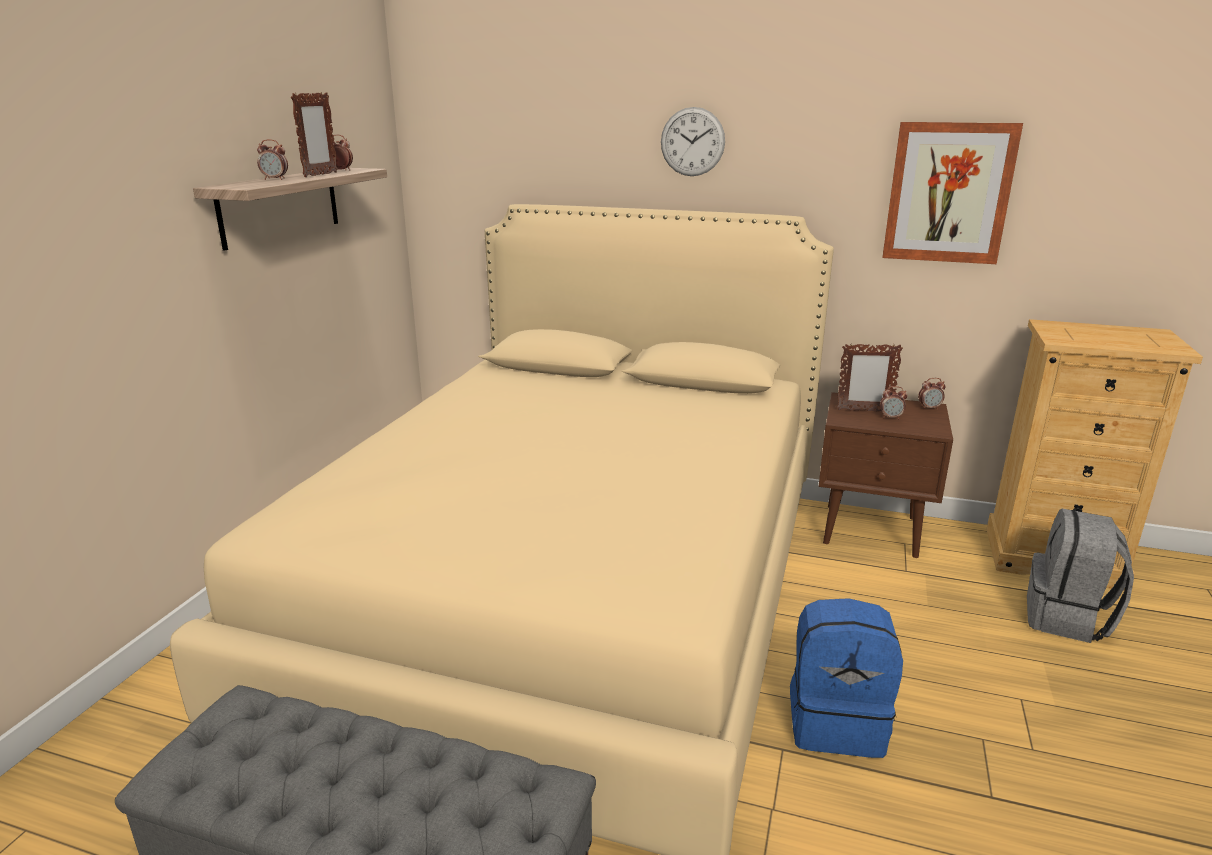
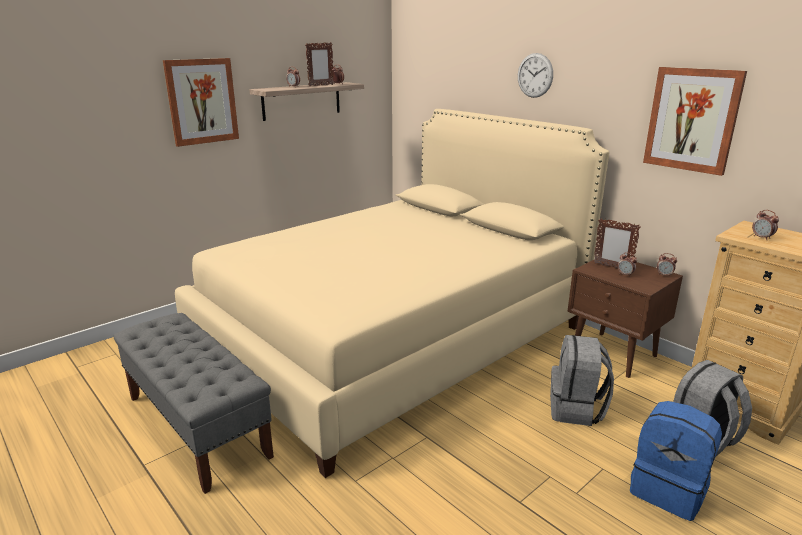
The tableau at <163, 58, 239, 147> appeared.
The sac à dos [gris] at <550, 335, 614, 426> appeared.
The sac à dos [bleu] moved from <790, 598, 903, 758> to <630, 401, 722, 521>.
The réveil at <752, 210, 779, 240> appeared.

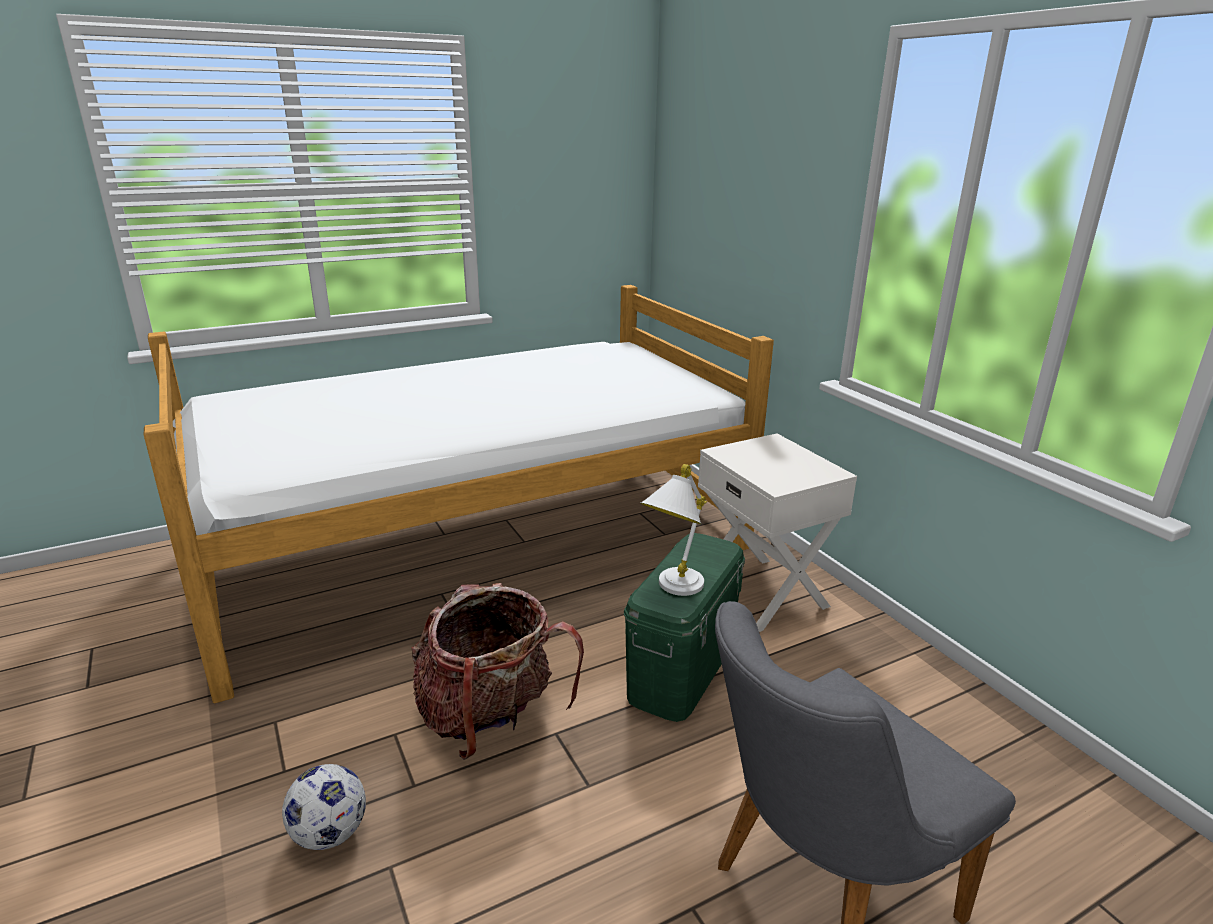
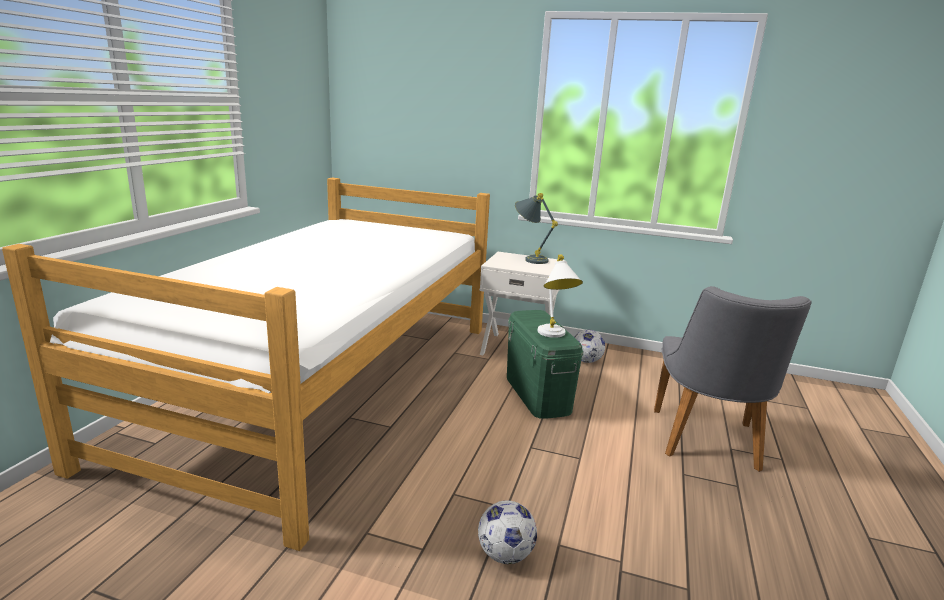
The lampe de table [gris] at <515, 193, 558, 264> appeared.
The ballon de foot at <574, 330, 605, 363> appeared.
The sac à dos at <412, 583, 584, 760> disappeared.

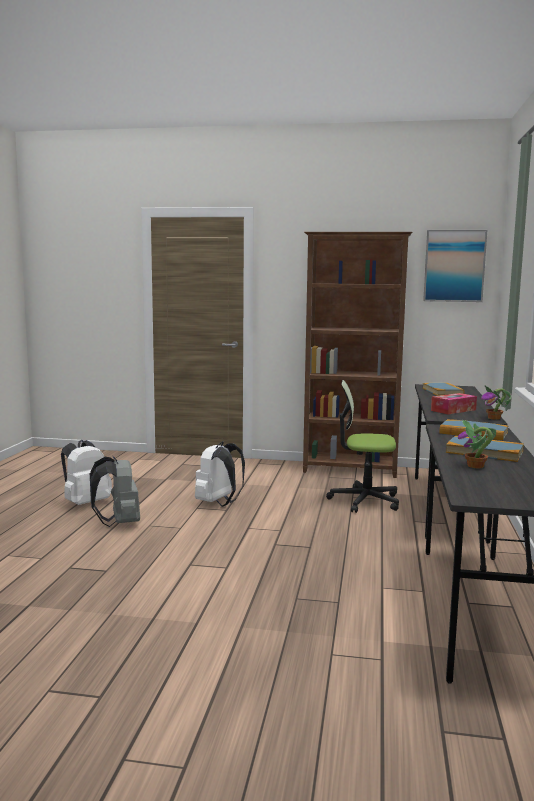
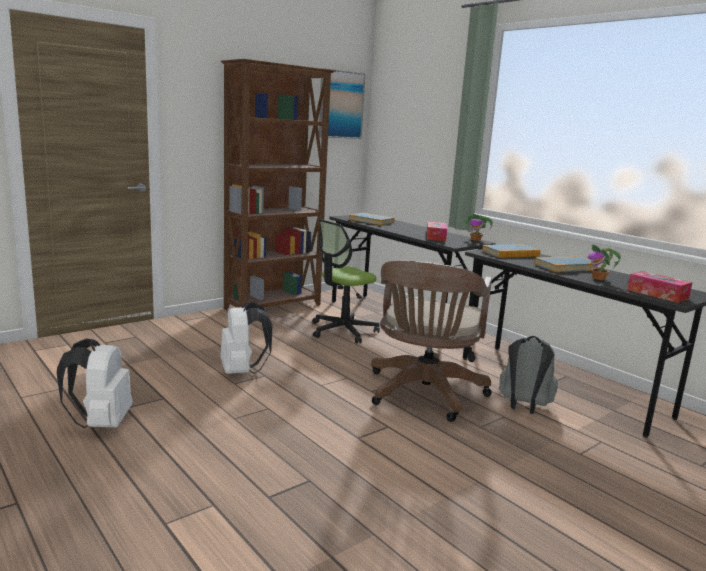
The chaise de bureau [marron] at <371, 260, 492, 422> appeared.
The sac à dos [gris] moved from <90, 456, 140, 527> to <499, 336, 558, 414>.
The boîte à mouchoirs at <627, 271, 693, 303> appeared.

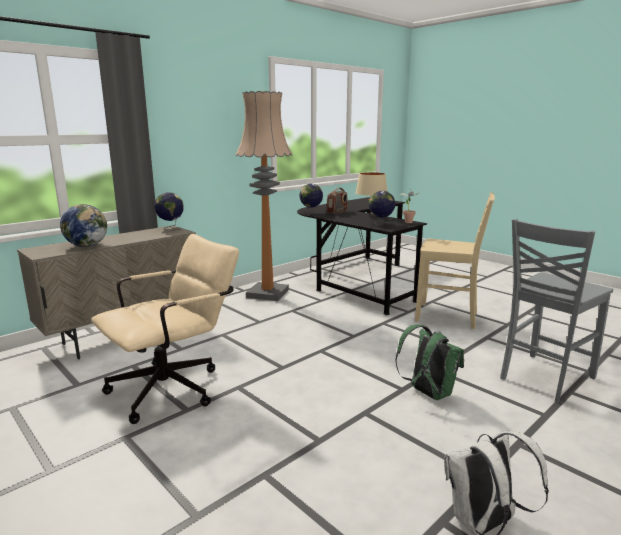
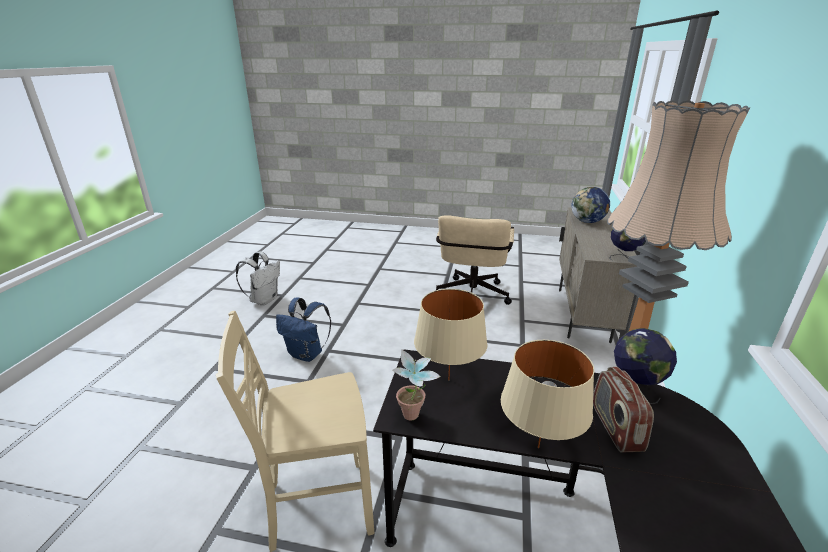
The sac à dos [vert] at <395, 325, 464, 400> became the sac à dos [bleu] at <276, 298, 331, 362>.
The globe at <369, 191, 395, 226> was replaced by the lampe de table [beige] at <414, 289, 488, 380>.
The chaise [gris] at <500, 219, 613, 403> disappeared.

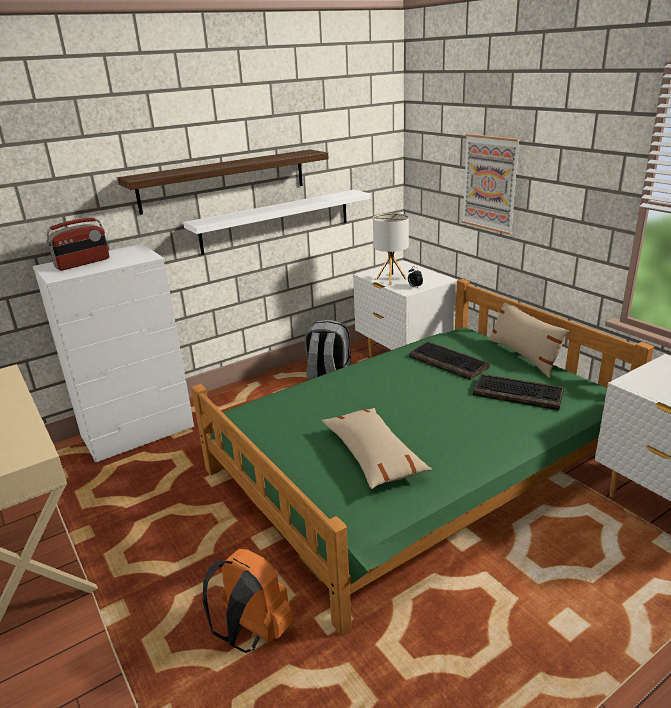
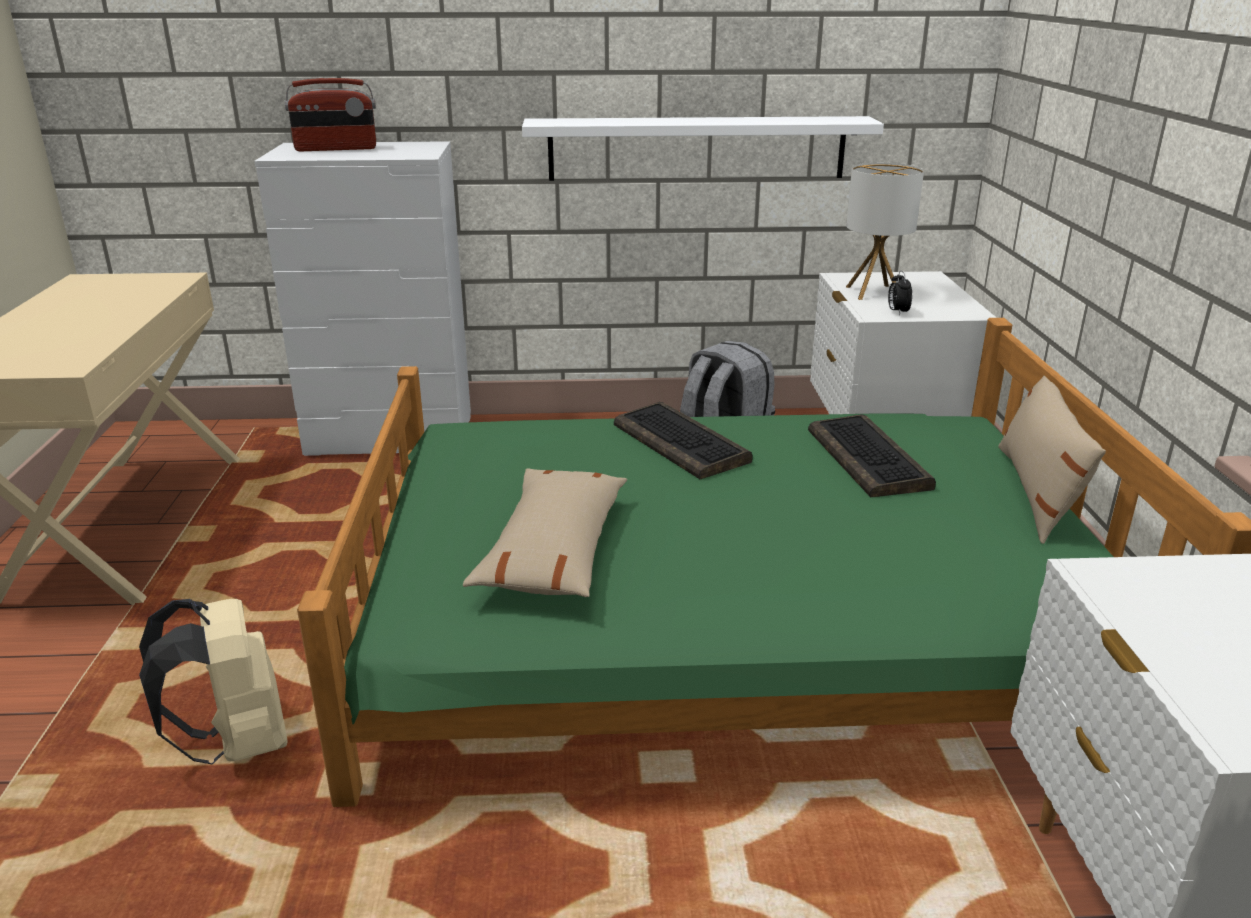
The sac à dos [orange] at <202, 549, 294, 653> became the sac à dos [beige] at <139, 599, 288, 764>.
The clavier moved from <473, 374, 564, 410> to <614, 402, 753, 479>.
The étagère at <118, 149, 329, 215> disappeared.
The tableau at <461, 134, 520, 235> disappeared.

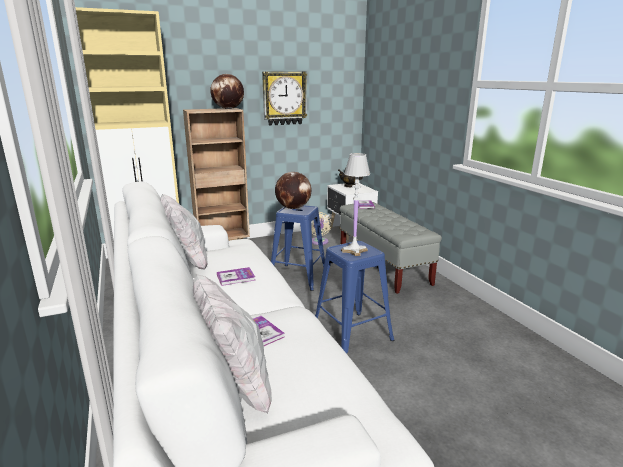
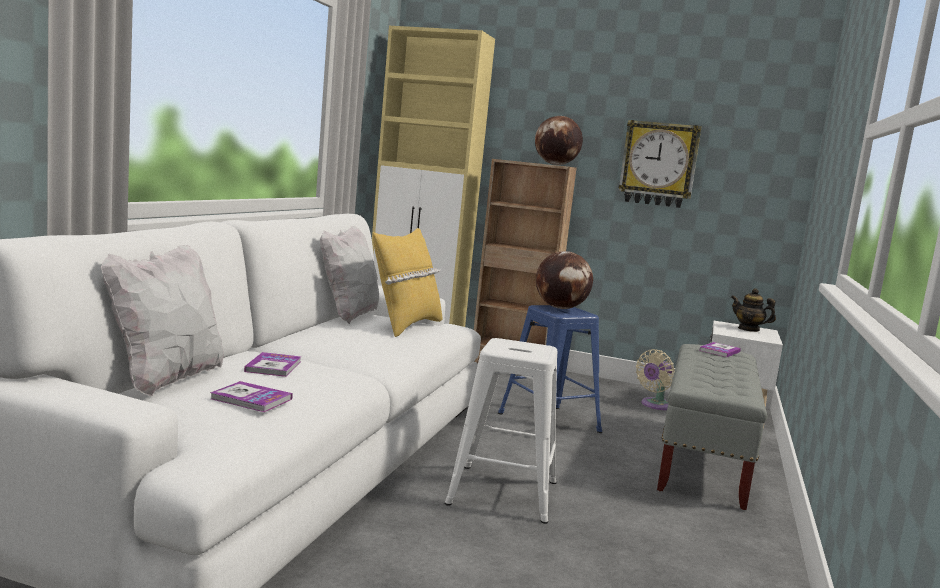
The livre moved from <217, 267, 255, 286> to <210, 381, 293, 412>.
The coussin [jaune] at <373, 228, 442, 337> appeared.
The tabouret [bleu] at <315, 241, 394, 354> became the tabouret [blanc] at <445, 338, 557, 524>.
The lampe de table [blanc] at <341, 153, 370, 256> disappeared.

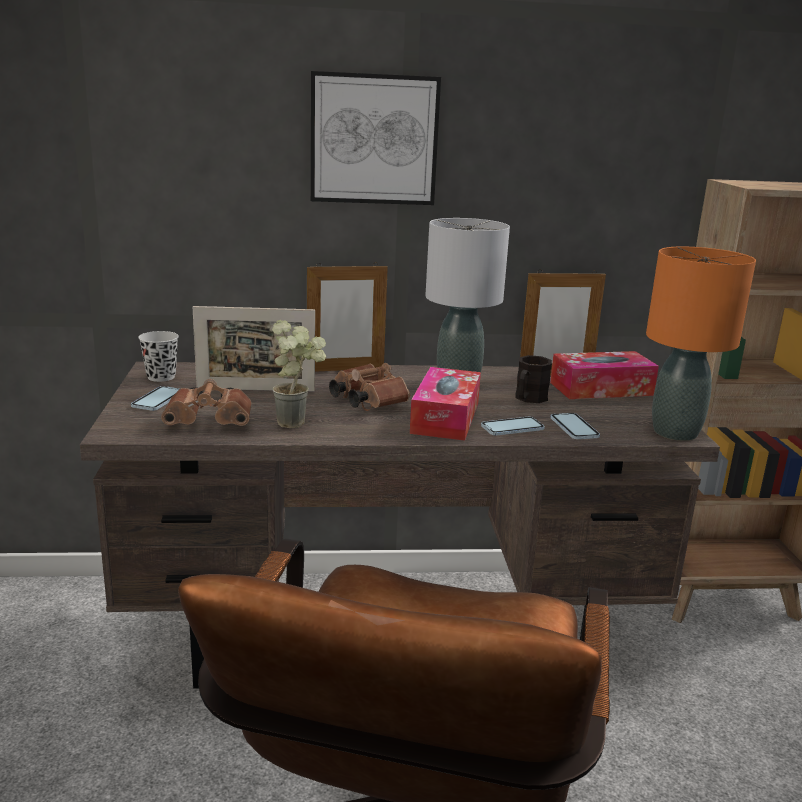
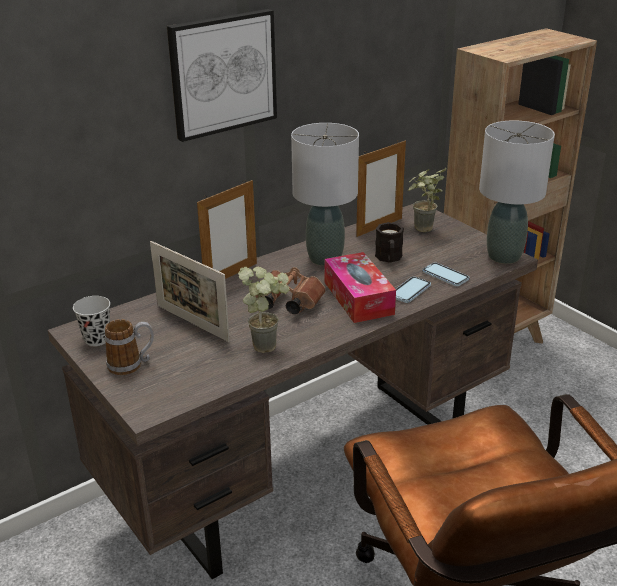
The téléphone at <131, 386, 180, 411> was replaced by the mug at <105, 319, 154, 375>.
The cadre photo at <193, 306, 315, 391> turned 75 degrees clockwise.
The boîte à mouchoirs at <550, 351, 659, 399> was replaced by the plante en pot at <408, 168, 447, 232>.
The lampe de table [orange] at <646, 247, 756, 441> became the lampe de table [gris] at <479, 120, 555, 264>.
The jumelles [marron] at <161, 379, 252, 426> disappeared.

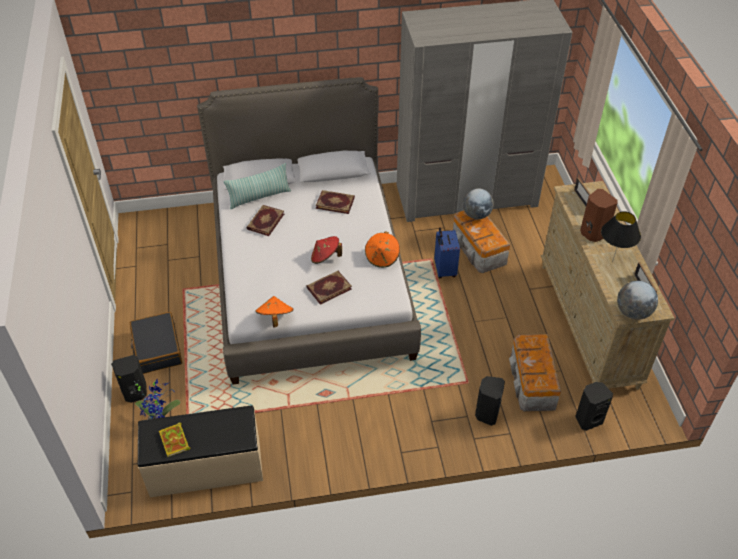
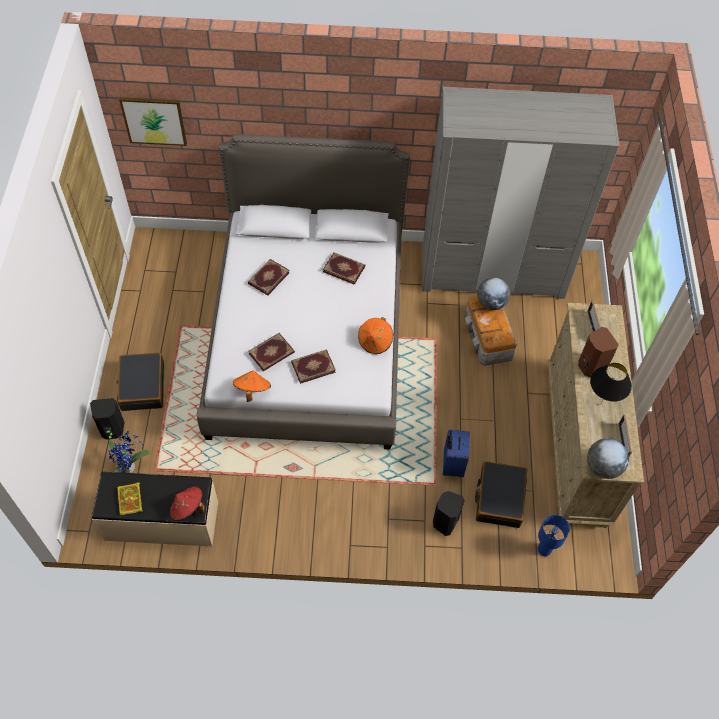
The tableau at <119, 97, 187, 146> appeared.
The chapeau [rouge] moved from <311, 236, 342, 264> to <170, 486, 204, 521>.
The livre at <248, 333, 295, 371> appeared.
The valise [bleu] moved from <434, 228, 460, 278> to <443, 430, 470, 477>.
The boîte de rangement at <509, 334, 561, 412> was replaced by the valise [noir] at <475, 461, 527, 528>.
The enceinte [noir] at <575, 382, 613, 431> was replaced by the lampe de table [bleu] at <538, 515, 570, 556>.
The coussin at <224, 163, 291, 209> disappeared.

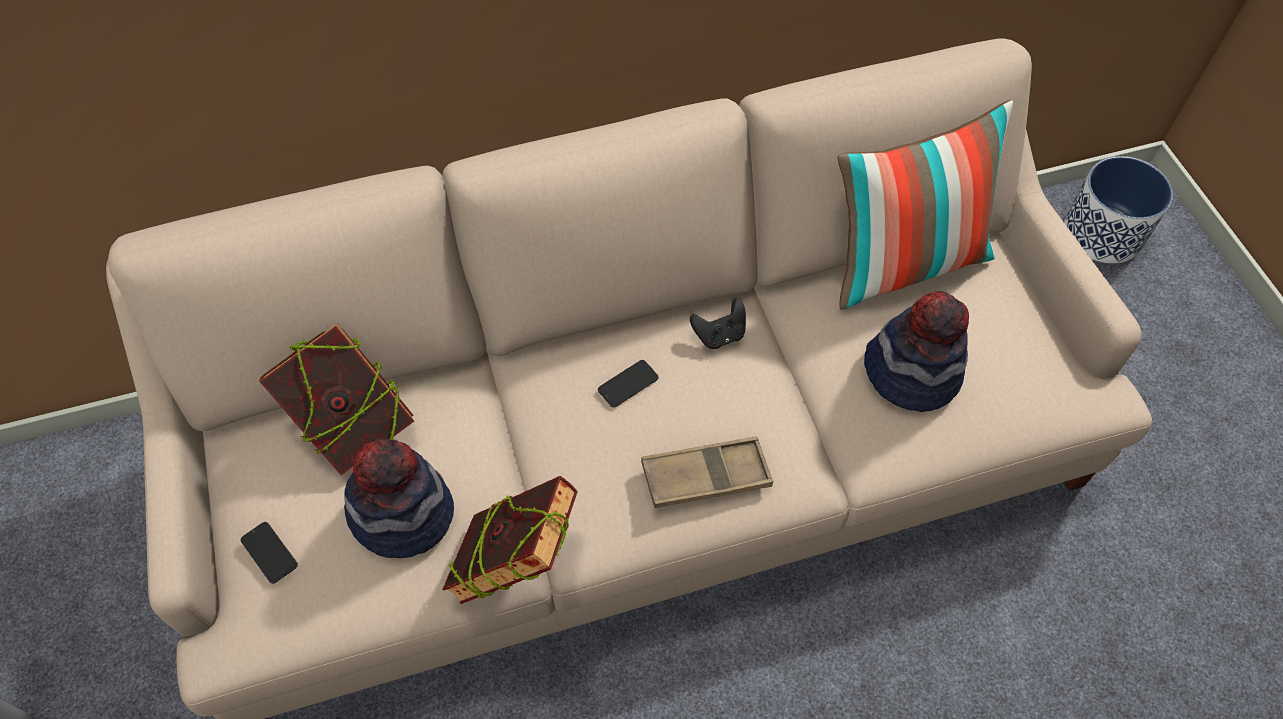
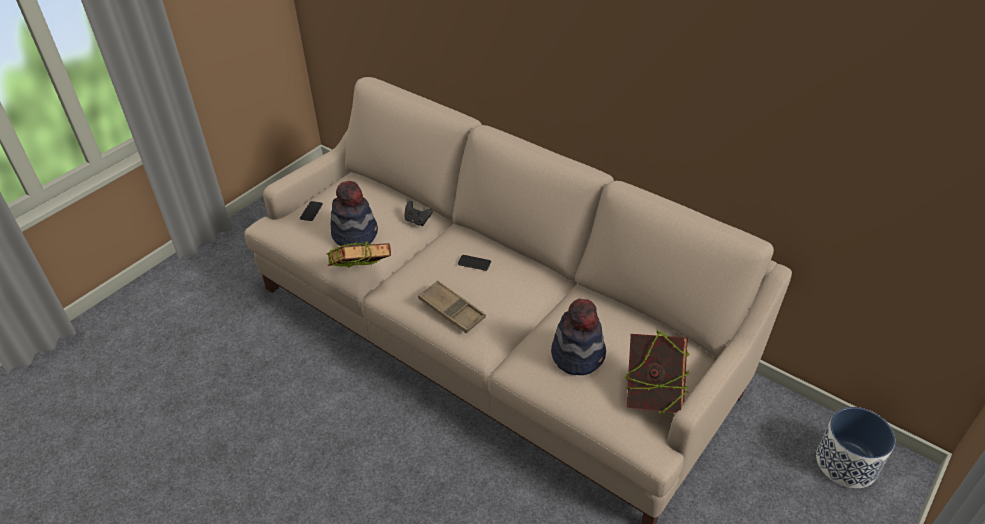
The manette [noir] moved from <690, 298, 746, 349> to <405, 201, 433, 226>.
The livre moved from <259, 325, 414, 475> to <625, 330, 690, 415>.
The coussin at <837, 100, 1013, 310> disappeared.

